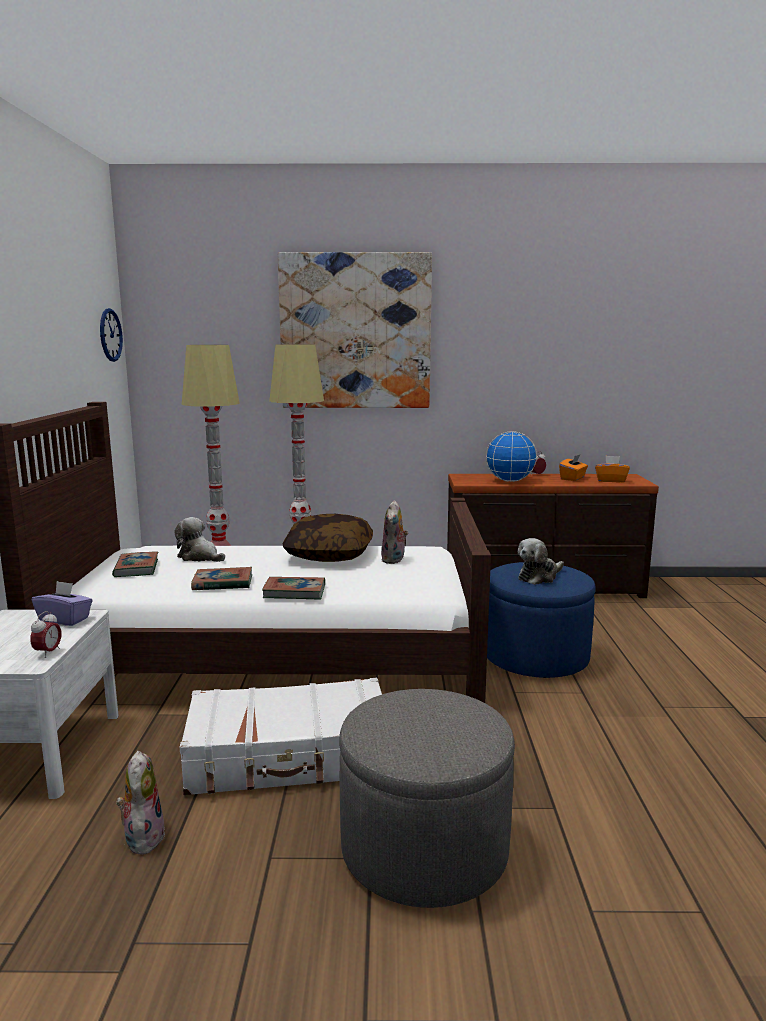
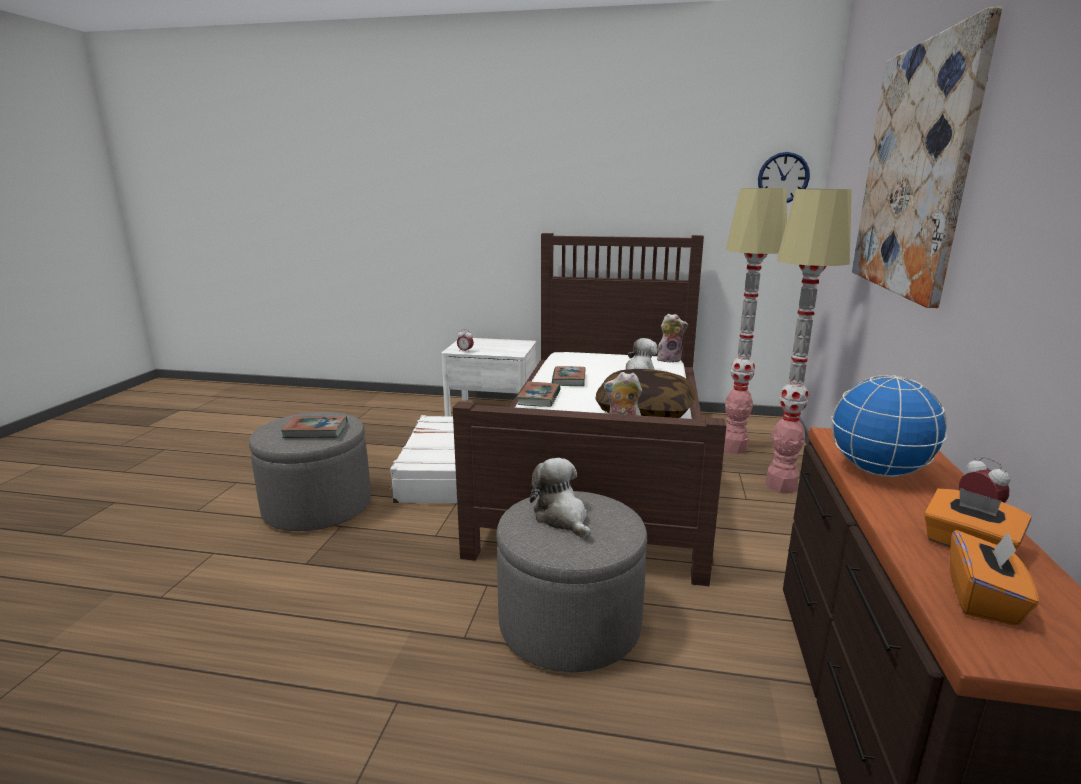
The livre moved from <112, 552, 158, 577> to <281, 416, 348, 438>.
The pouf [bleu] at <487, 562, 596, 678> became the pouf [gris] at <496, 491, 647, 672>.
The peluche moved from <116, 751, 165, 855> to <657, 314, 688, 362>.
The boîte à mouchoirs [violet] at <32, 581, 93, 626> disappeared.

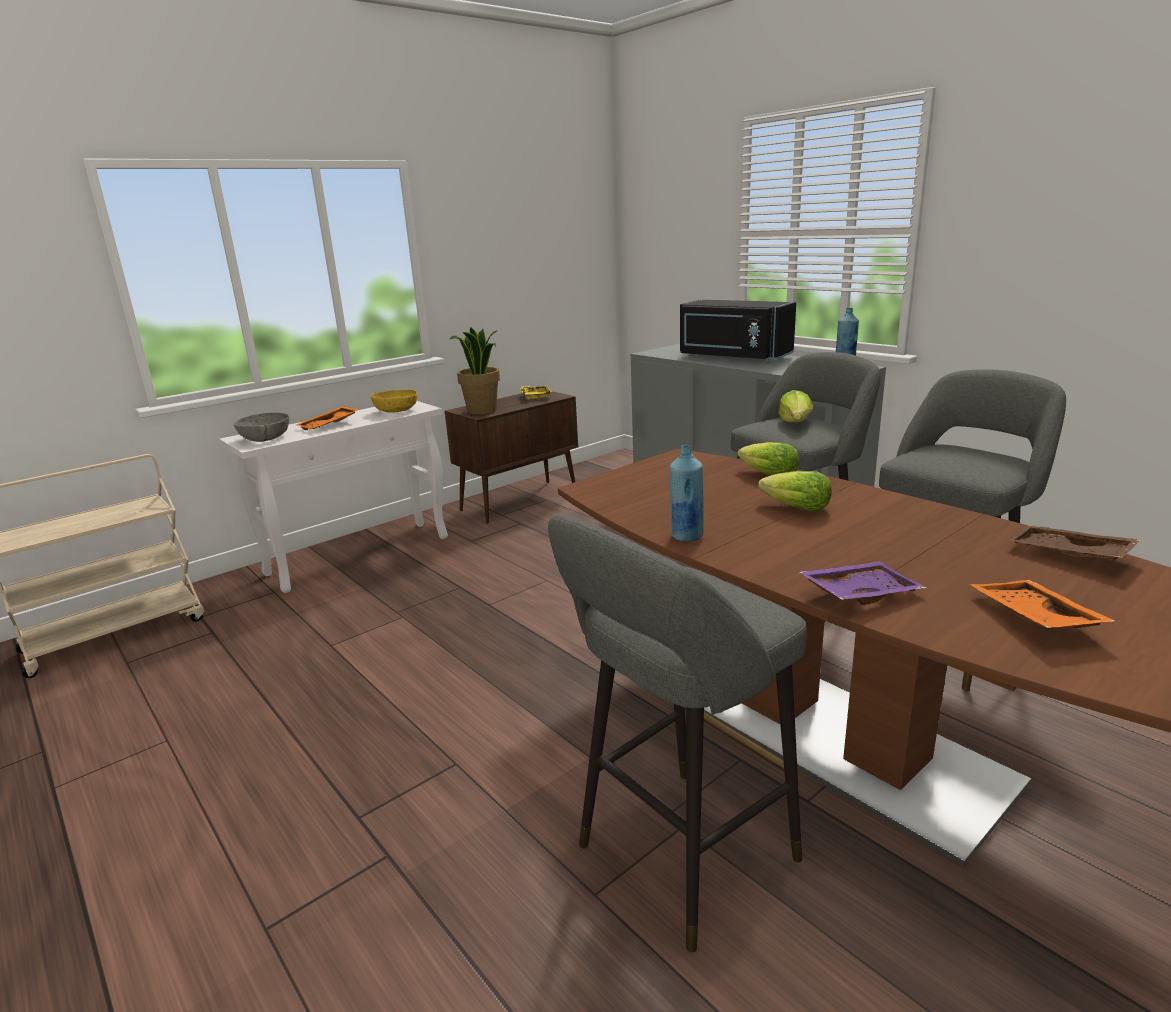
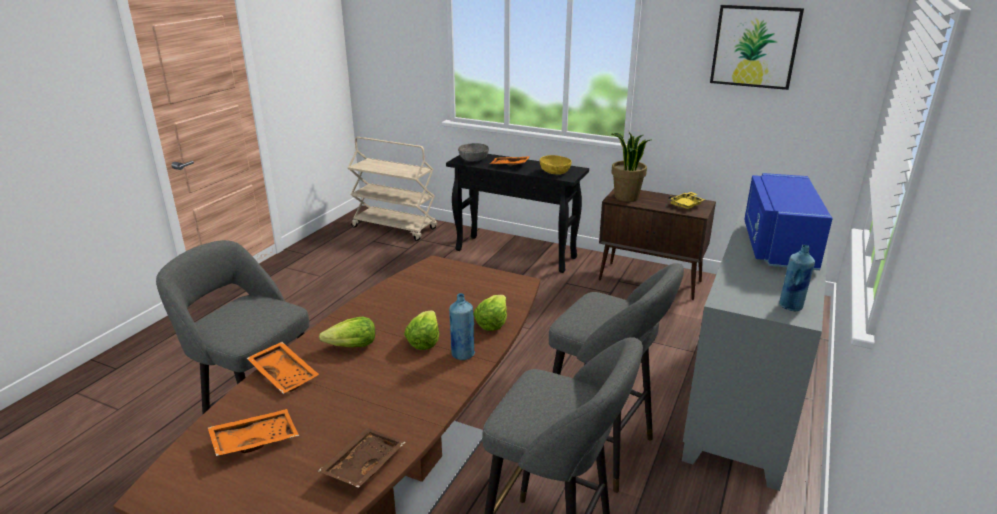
The plateau [violet] at <799, 561, 926, 605> became the plateau [orange] at <247, 342, 319, 394>.
The laitue moved from <778, 390, 813, 422> to <319, 317, 375, 347>.
The table console [blanc] at <219, 401, 448, 593> became the table console [noir] at <446, 154, 589, 273>.
The bouteille [bleu] moved from <670, 445, 703, 542> to <449, 293, 475, 360>.
The tableau at <710, 5, 804, 90> appeared.
The micro-ondes [noir] at <680, 300, 796, 362> became the micro-ondes [bleu] at <744, 173, 833, 270>.

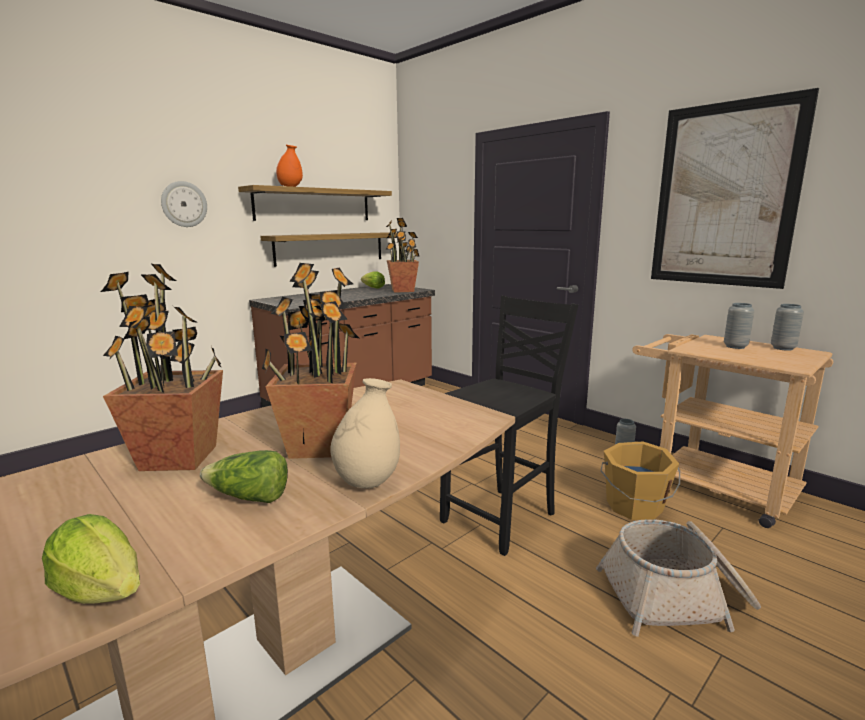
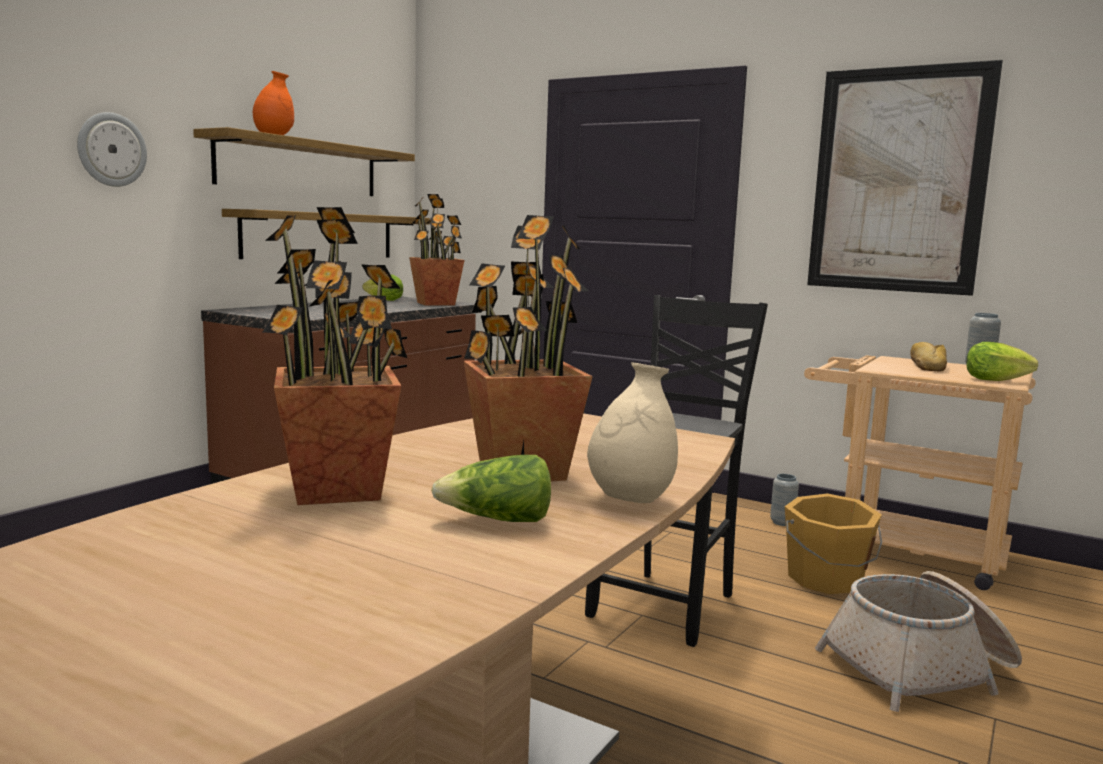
The vase [gris] at <724, 303, 754, 349> was replaced by the pain at <910, 342, 947, 372>.
The laitue moved from <42, 514, 140, 604> to <966, 342, 1038, 381>.

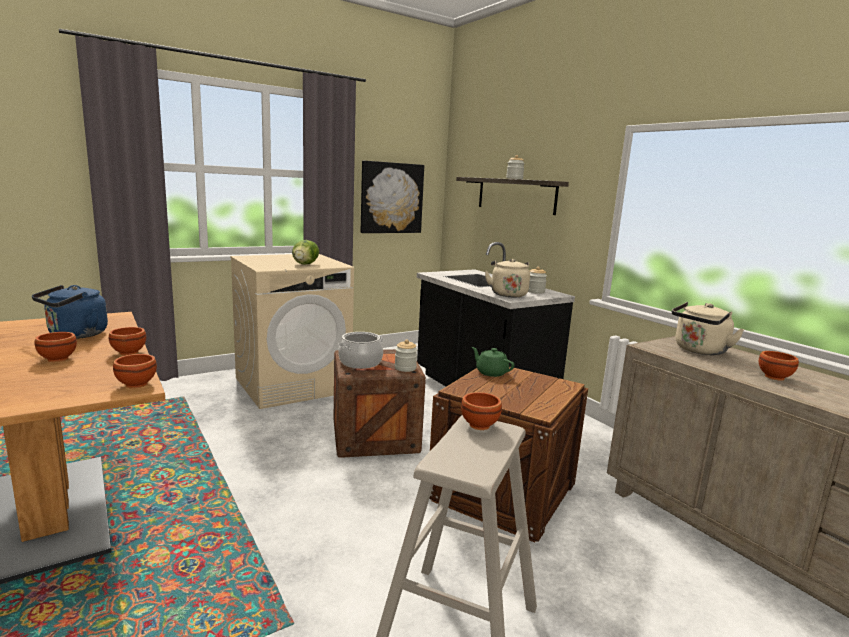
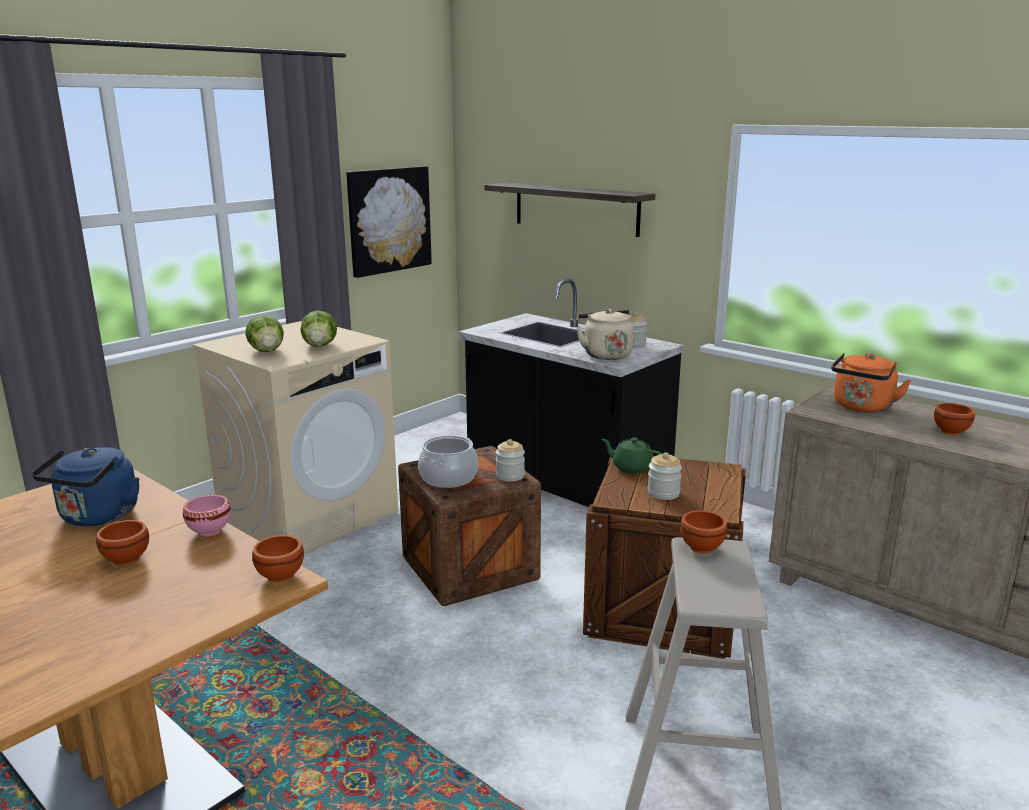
The bol [marron] at <109, 327, 146, 356> became the bol [rose] at <183, 495, 231, 537>.
The laitue at <245, 315, 284, 352> appeared.
The bocal moved from <506, 155, 525, 179> to <647, 452, 682, 500>.
The bouilloire [beige] at <672, 302, 745, 355> became the bouilloire [orange] at <831, 353, 911, 413>.

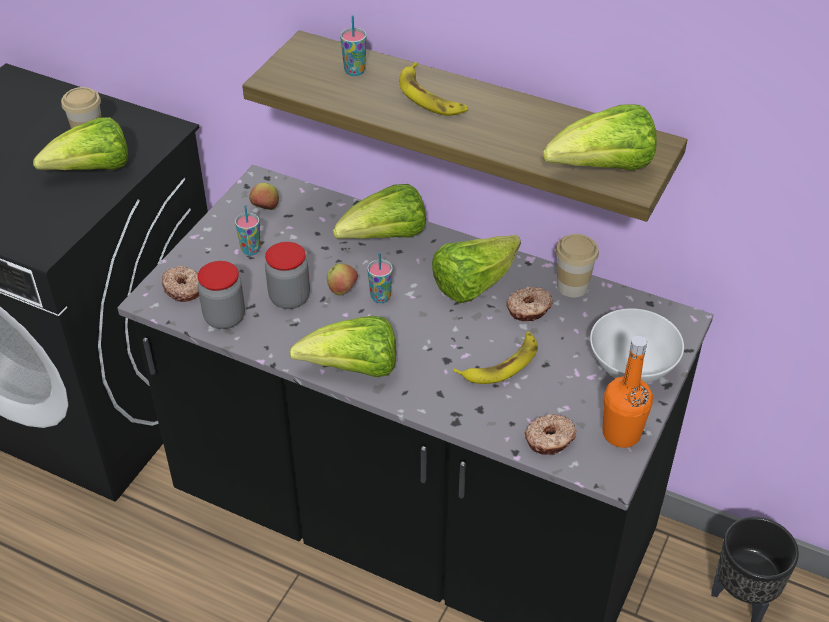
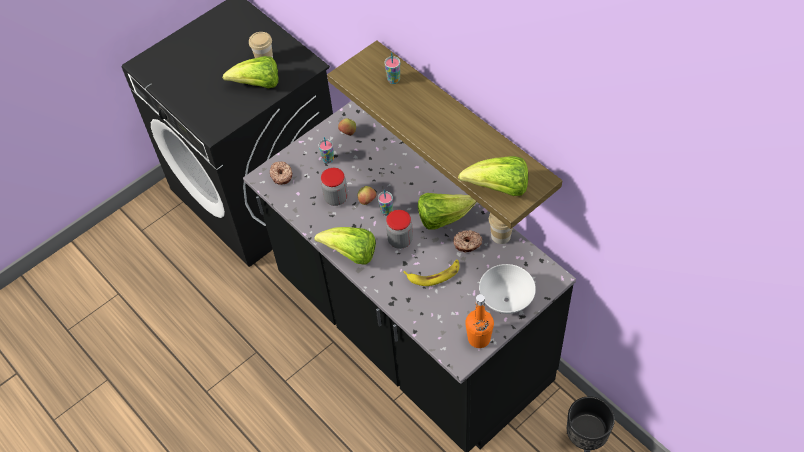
The bocal moved from <198, 261, 245, 329> to <386, 210, 413, 249>.
The laitue at <333, 184, 426, 239> disappeared.
The banane at <399, 62, 468, 116> disappeared.
The beignet at <525, 414, 577, 455> disappeared.

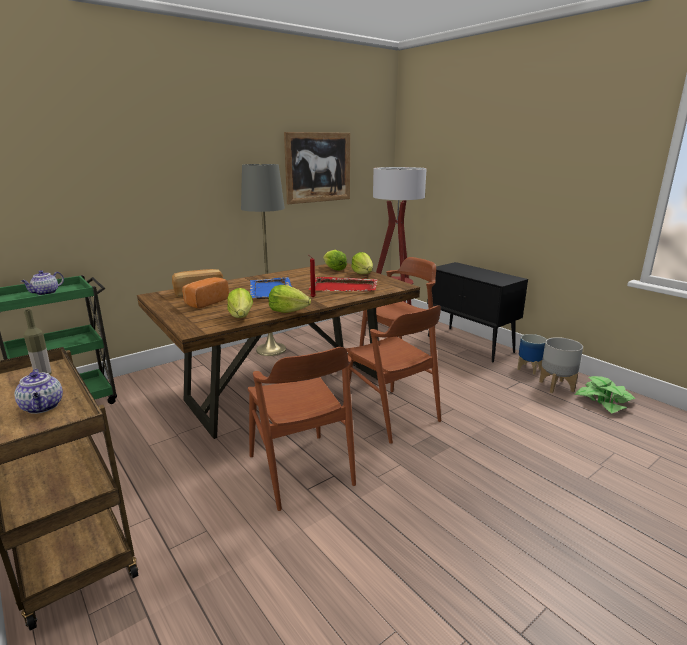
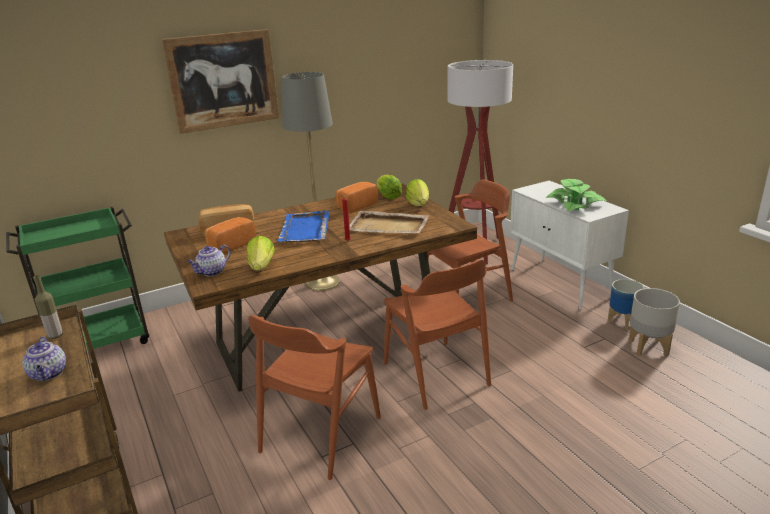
The tableau moved from <284, 132, 350, 204> to <161, 29, 279, 134>.
The théière moved from <21, 270, 64, 295> to <187, 245, 231, 276>.
The chaise [marron] at <248, 347, 356, 511> turned 45 degrees clockwise.
The pain at <335, 182, 378, 213> appeared.
The plateau [rouge] at <308, 277, 378, 292> became the plateau [beige] at <349, 211, 430, 234>.
The meuble de rangement [noir] at <427, 262, 528, 362> became the meuble de rangement [blanc] at <510, 181, 629, 310>.
The plante en pot moved from <575, 376, 635, 414> to <546, 179, 606, 211>.
The laitue at <269, 285, 311, 313> disappeared.

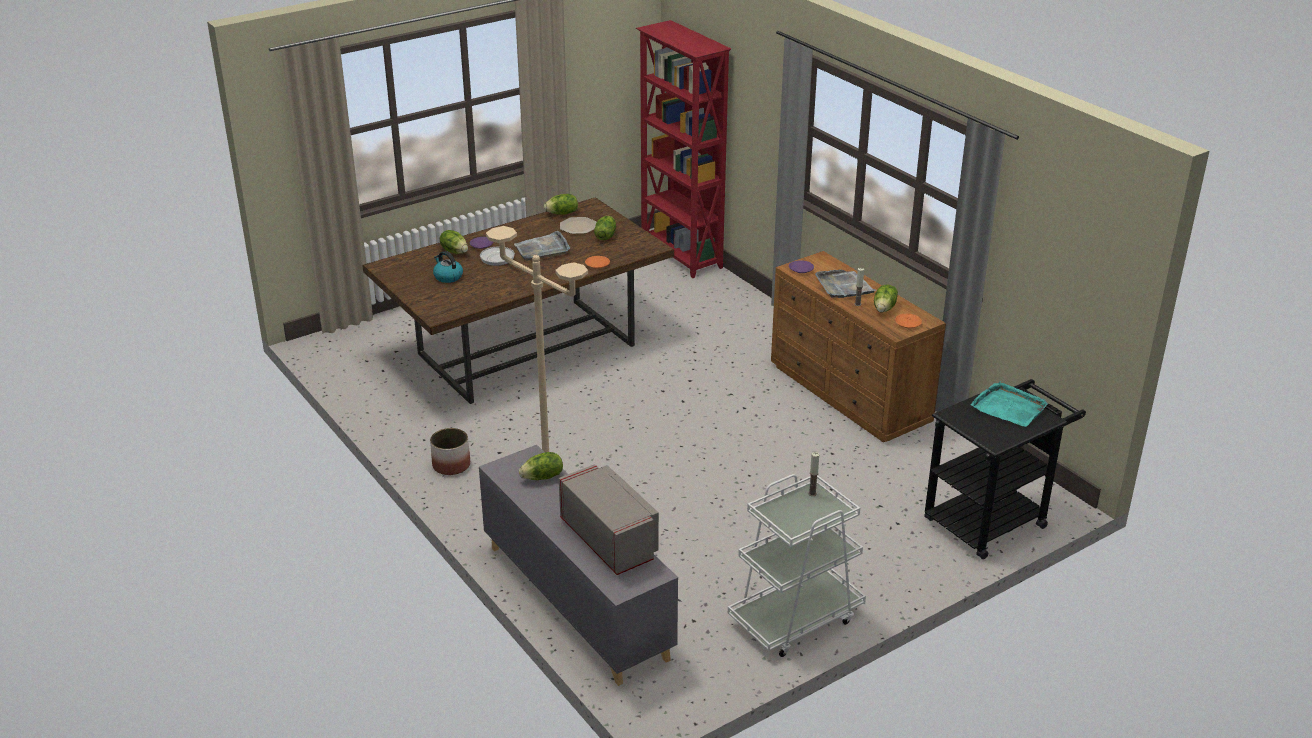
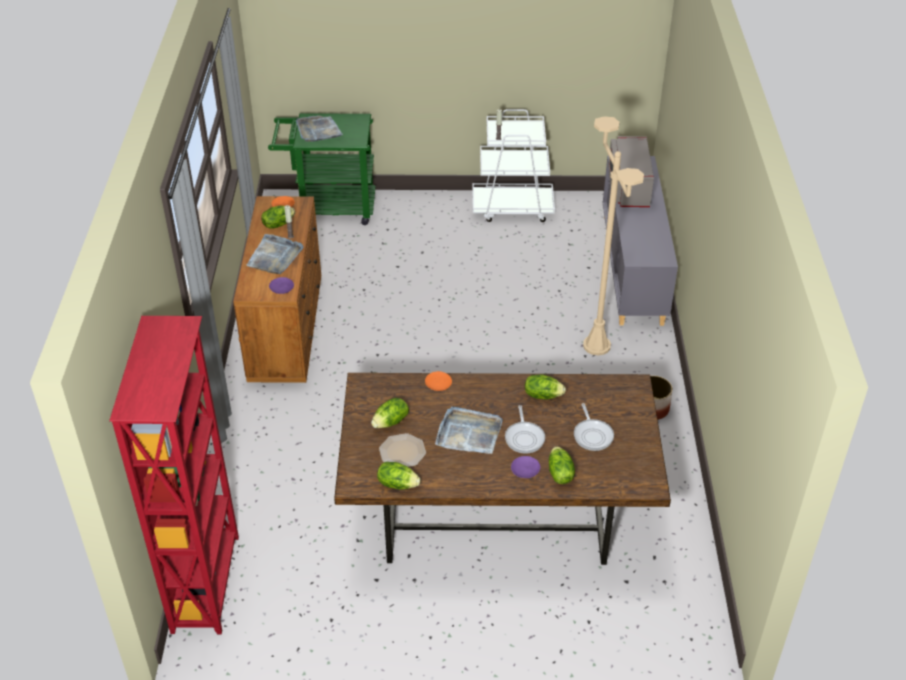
The chariot [noir] at <924, 379, 1086, 559> became the chariot [vert] at <268, 113, 376, 225>.
The plateau [turquoise] at <971, 382, 1048, 427> became the plateau [gris] at <296, 115, 343, 142>.
The laitue moved from <519, 452, 563, 480> to <525, 375, 566, 399>.
The bouilloire at <433, 251, 463, 283> was replaced by the poêle at <574, 403, 614, 451>.

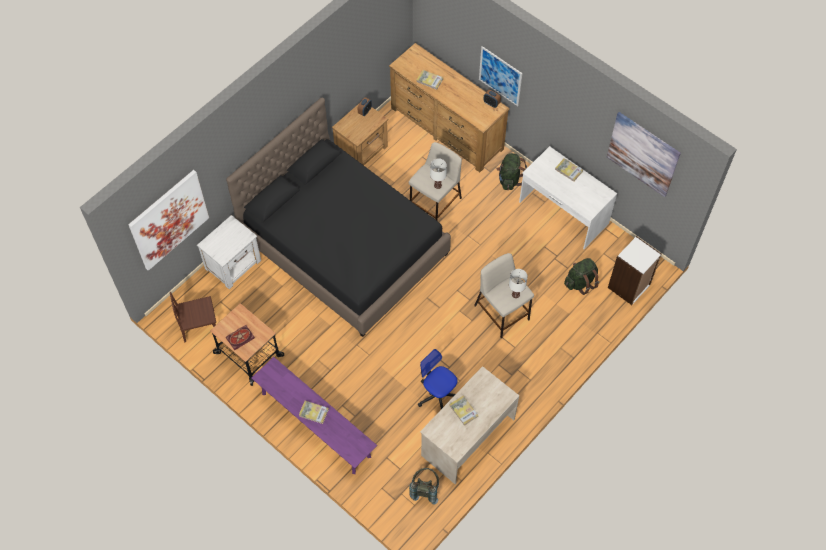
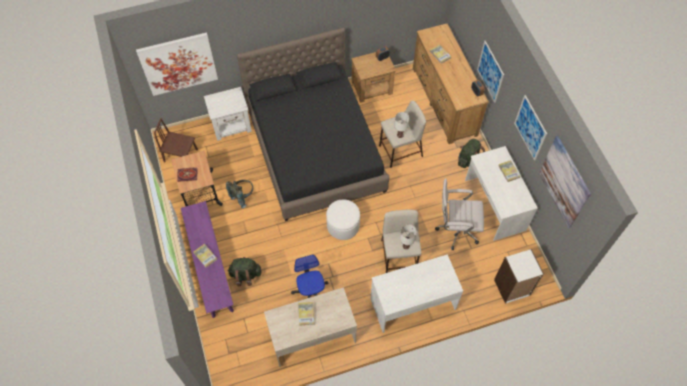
The sac à dos [gris] moved from <409, 468, 439, 505> to <226, 180, 253, 208>.
The sac à dos [vert] moved from <564, 258, 599, 295> to <227, 257, 261, 286>.
The pouf [blanc] at <326, 200, 360, 240> appeared.
The bureau [blanc] at <370, 254, 463, 333> appeared.
The chaise de bureau [blanc] at <435, 178, 484, 250> appeared.
The tableau at <514, 95, 547, 161> appeared.

